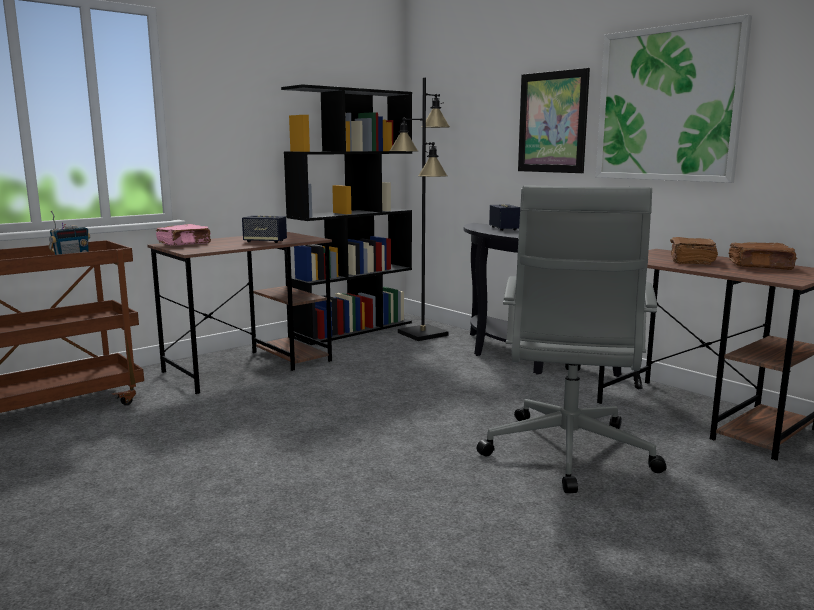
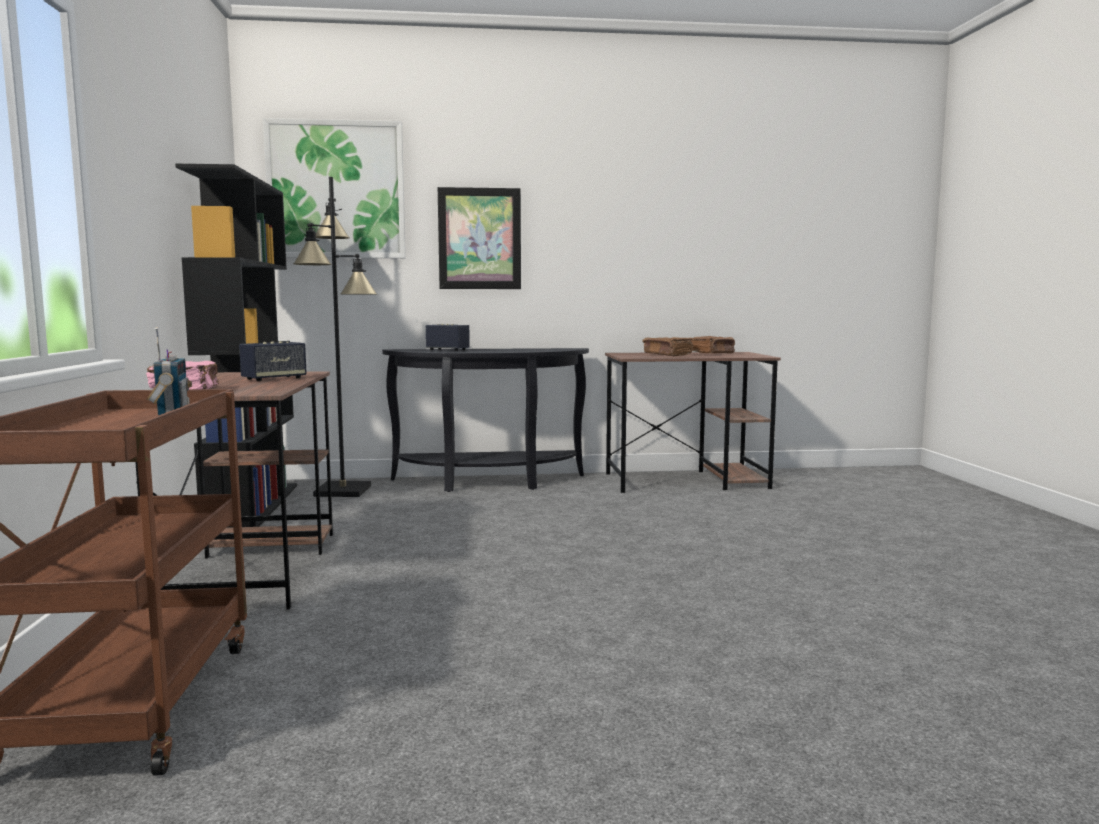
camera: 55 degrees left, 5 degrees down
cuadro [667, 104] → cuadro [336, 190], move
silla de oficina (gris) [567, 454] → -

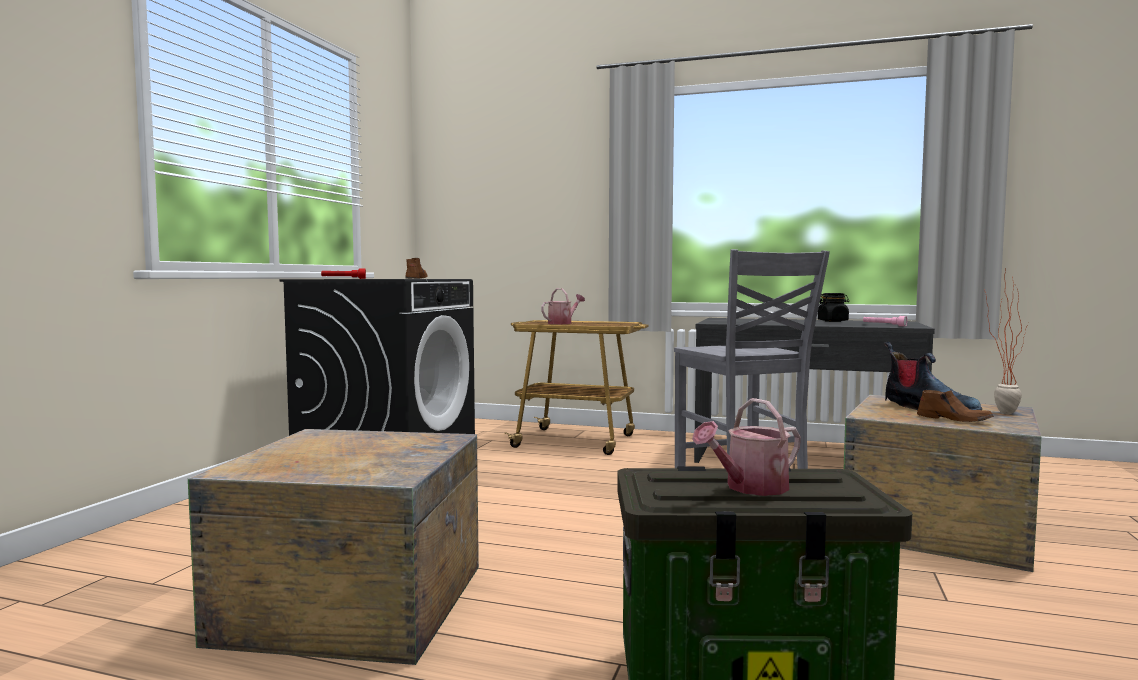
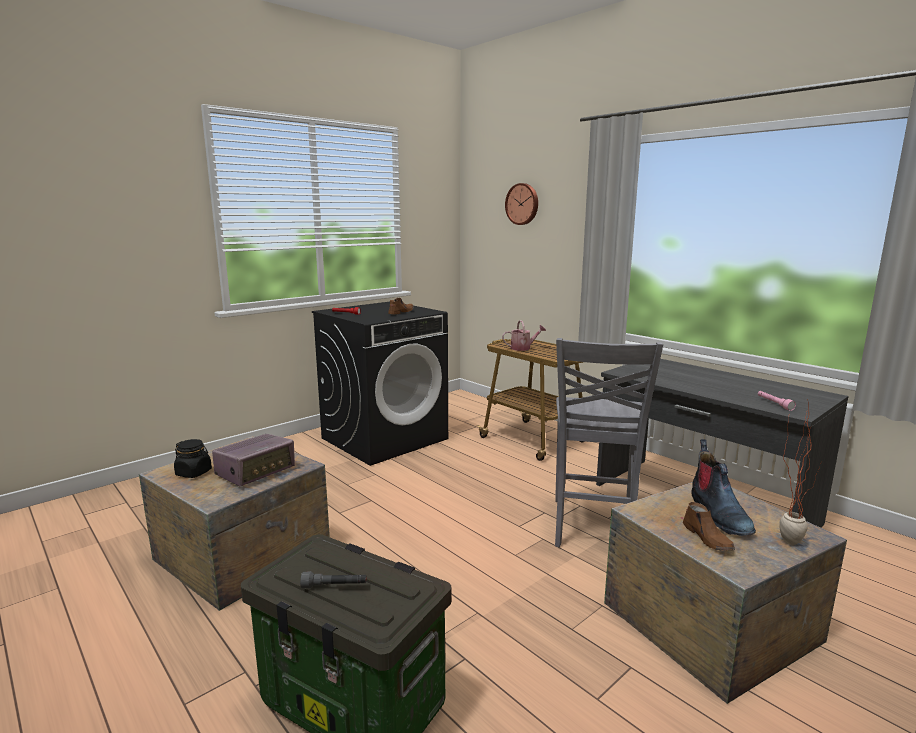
camera: 30 degrees right, 10 degrees up
tarro (negro) [833, 321] → tarro (negro) [194, 473], move
- → radio [256, 472]
regadera [750, 488] → linterna (gris) [334, 586]
- → reloj de pared [522, 204]

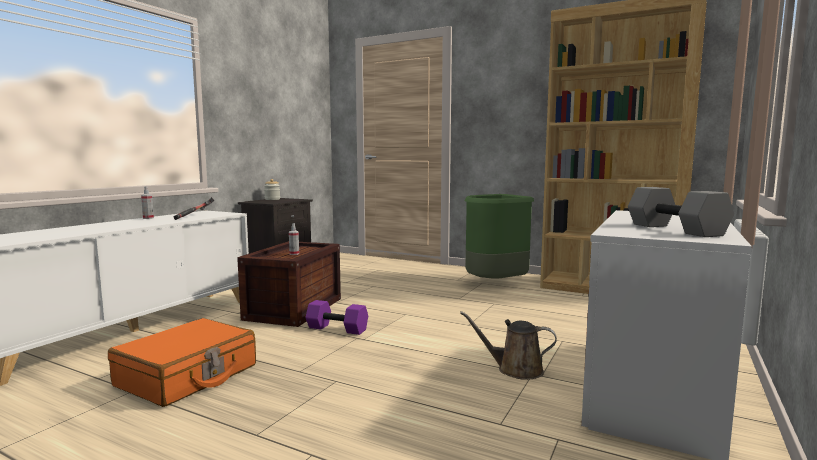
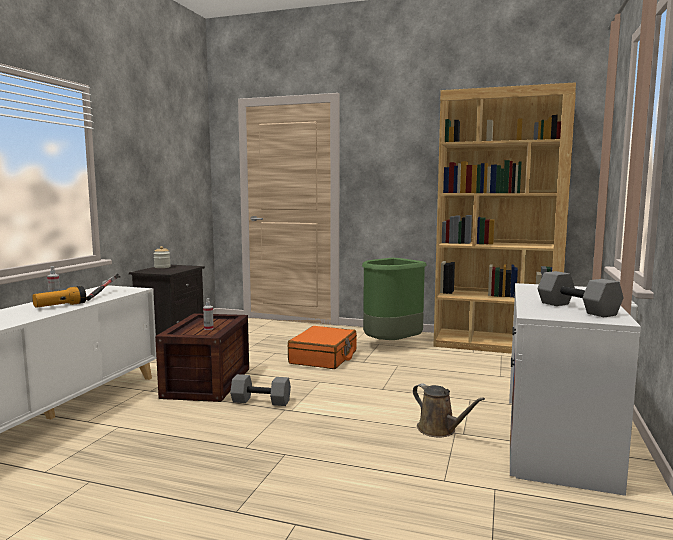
camera: 10 degrees left, 0 degrees up
- → linterna [60, 306]
mancuerna (morado) [338, 328] → mancuerna (gris) [262, 401]
maleta (naranja) [188, 376] → maleta (naranja) [324, 357], move
regadera (marrón) [515, 370] → regadera (marrón) [439, 430], 135 degrees counterclockwise

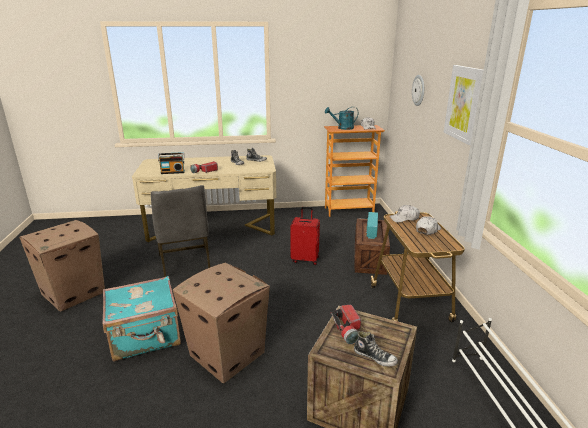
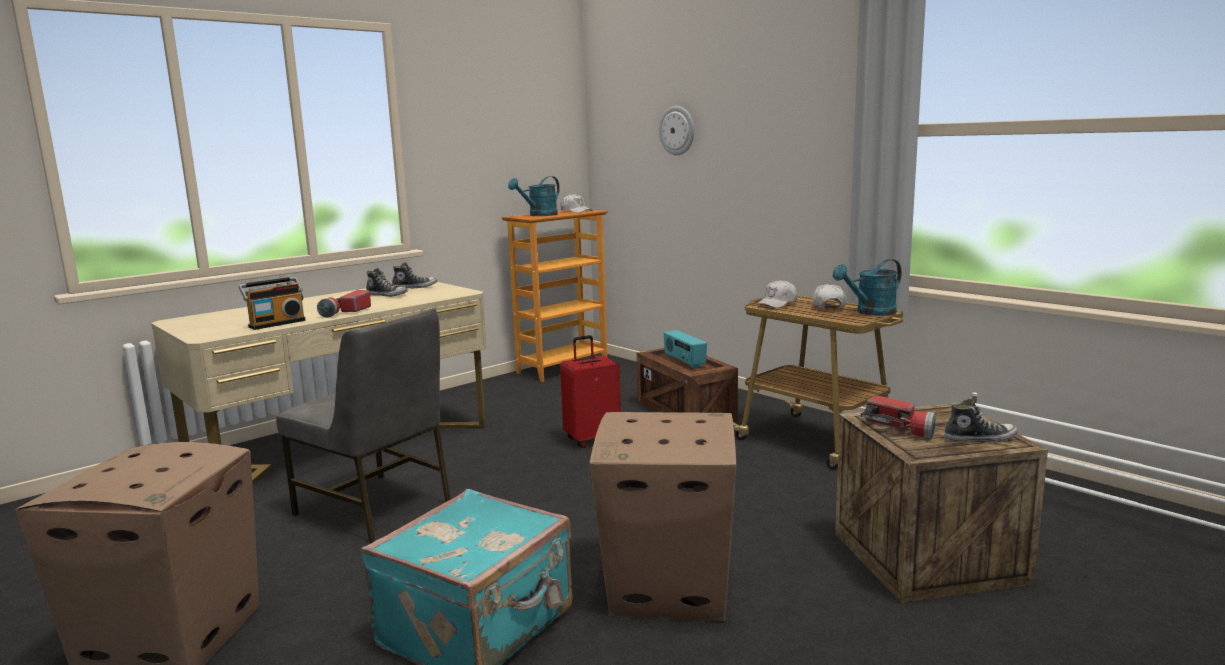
camera: 35 degrees left, 10 degrees down
- → regadera (turquesa) [870, 312]
cuadro [464, 104] → -

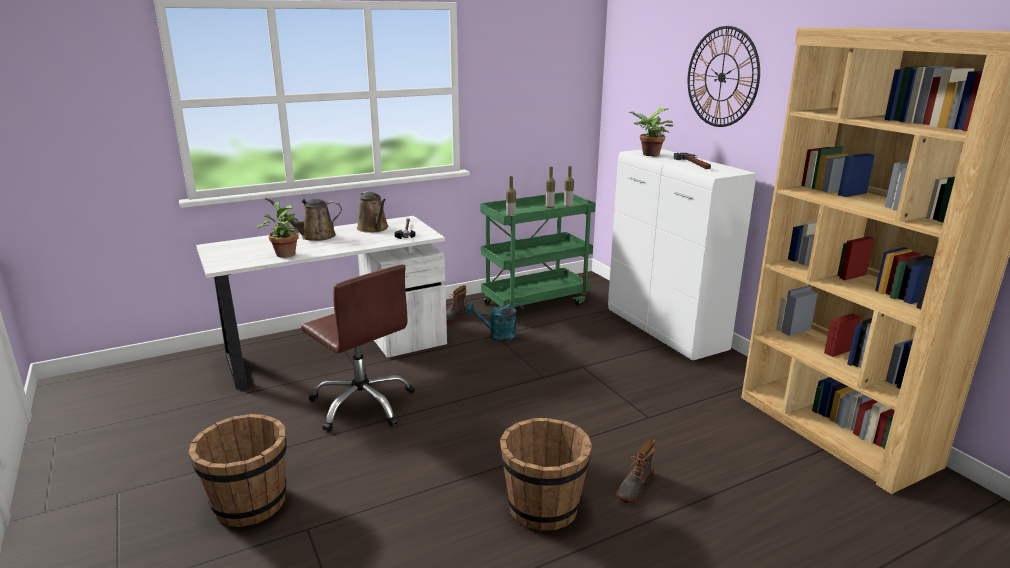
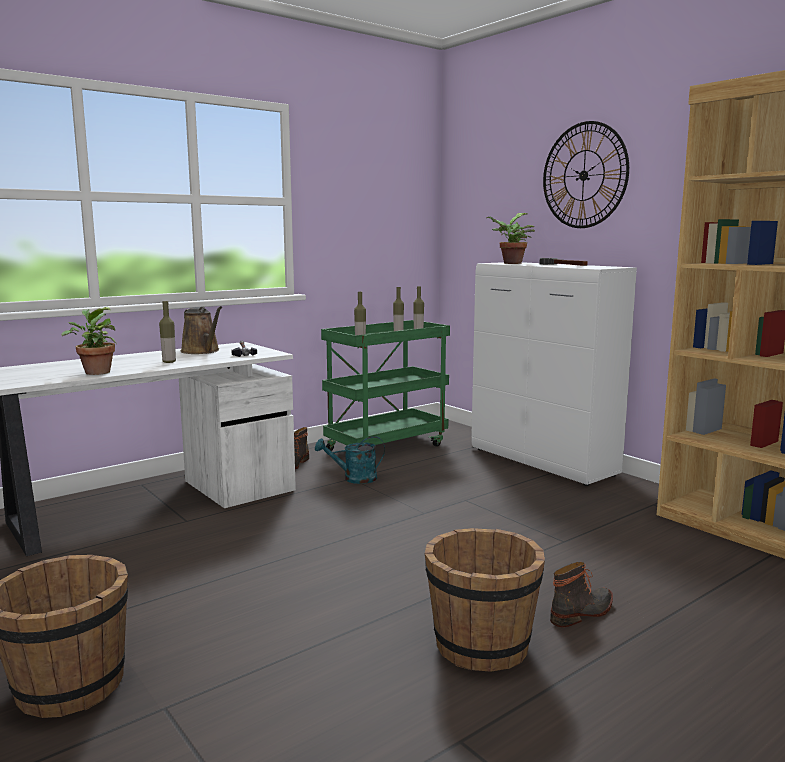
camera: 10 degrees left, 10 degrees down
- → botella [169, 362]
bota [634, 487] → bota [583, 612], 150 degrees counterclockwise
regadera (marrón) [314, 236] → -
silla de oficina (marrón) [362, 404] → -

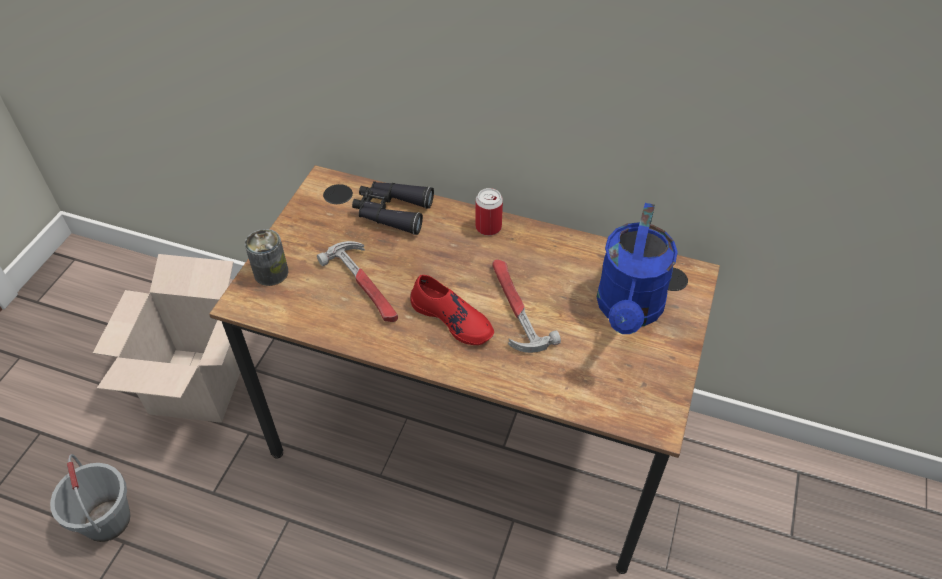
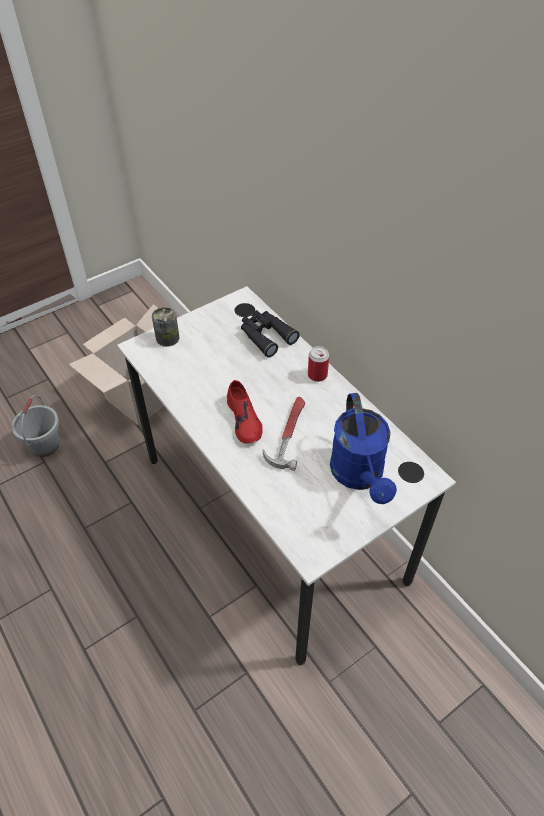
camera: 35 degrees right, 0 degrees up
escritorio (marrón) [471, 435] → escritorio (blanco) [272, 517]
regadera (azul) [628, 311] → regadera (azul) [360, 476], 60 degrees counterclockwise
martillo [365, 285] → -

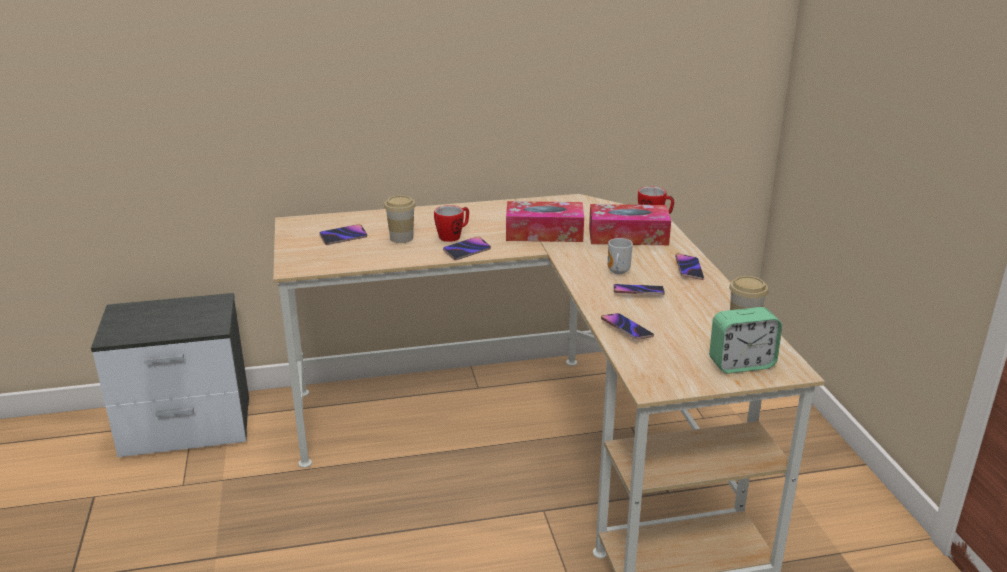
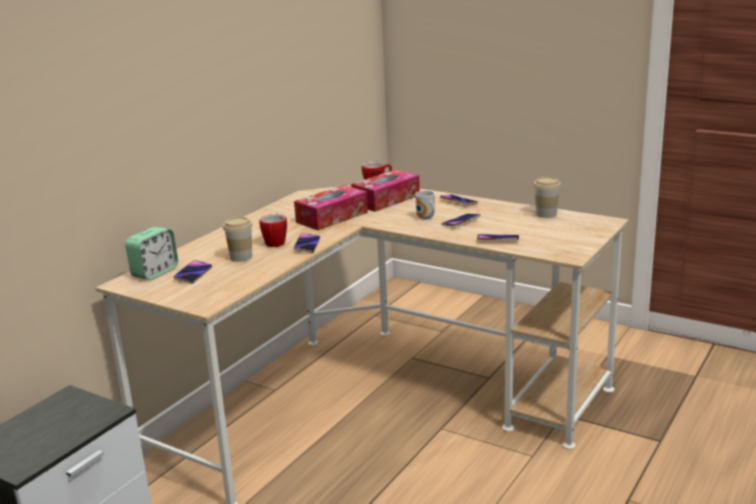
camera: 45 degrees left, 5 degrees down
despertador [741, 364] → despertador [155, 272], move

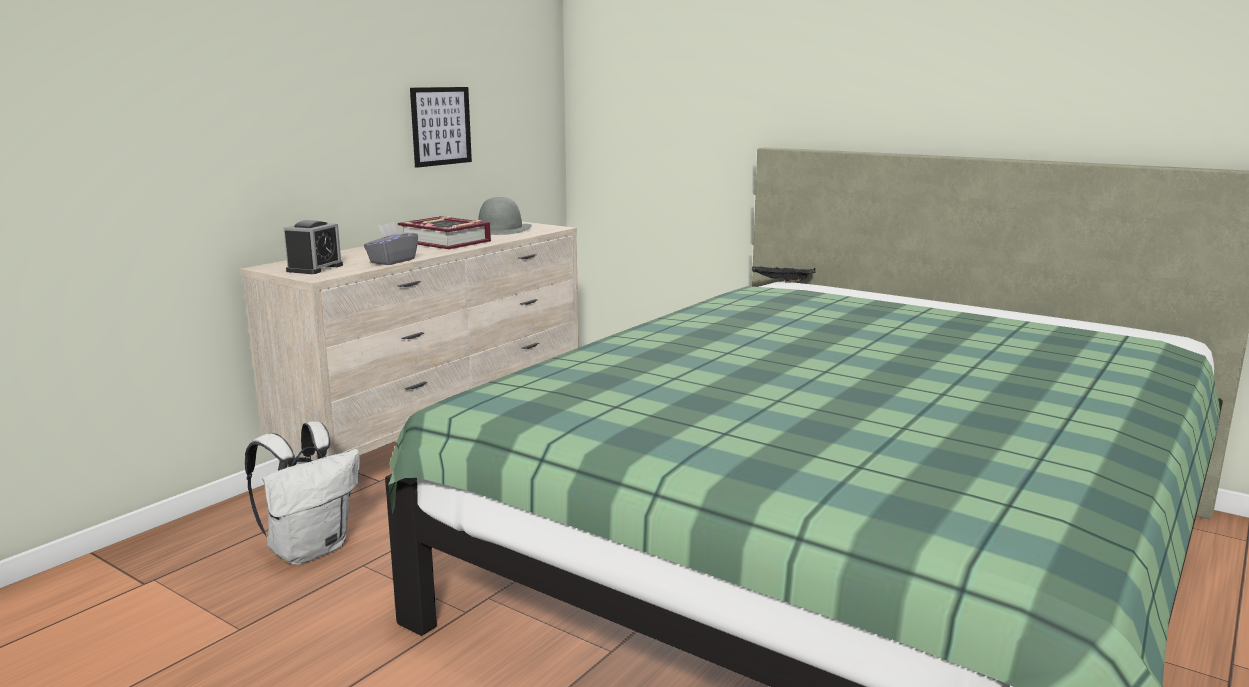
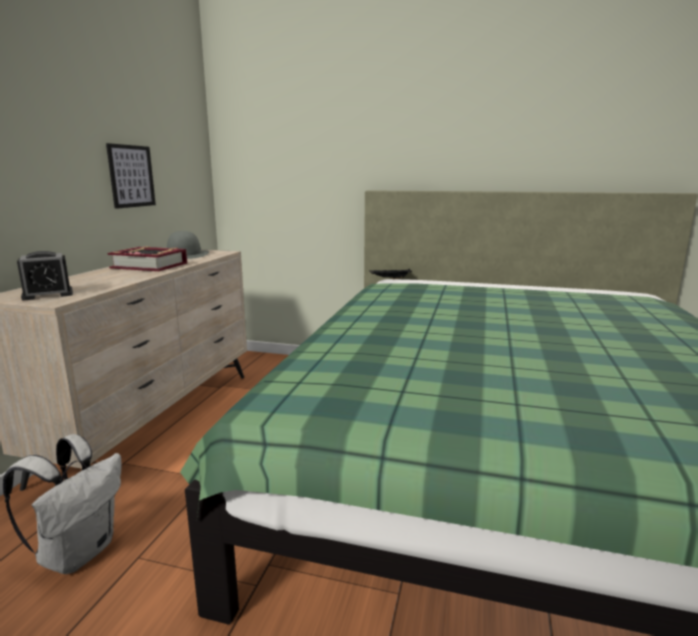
camera: 20 degrees left, 0 degrees up
despertador [315, 268] → despertador [48, 294], 60 degrees clockwise
caja de pañuelos (gris) [392, 261] → -

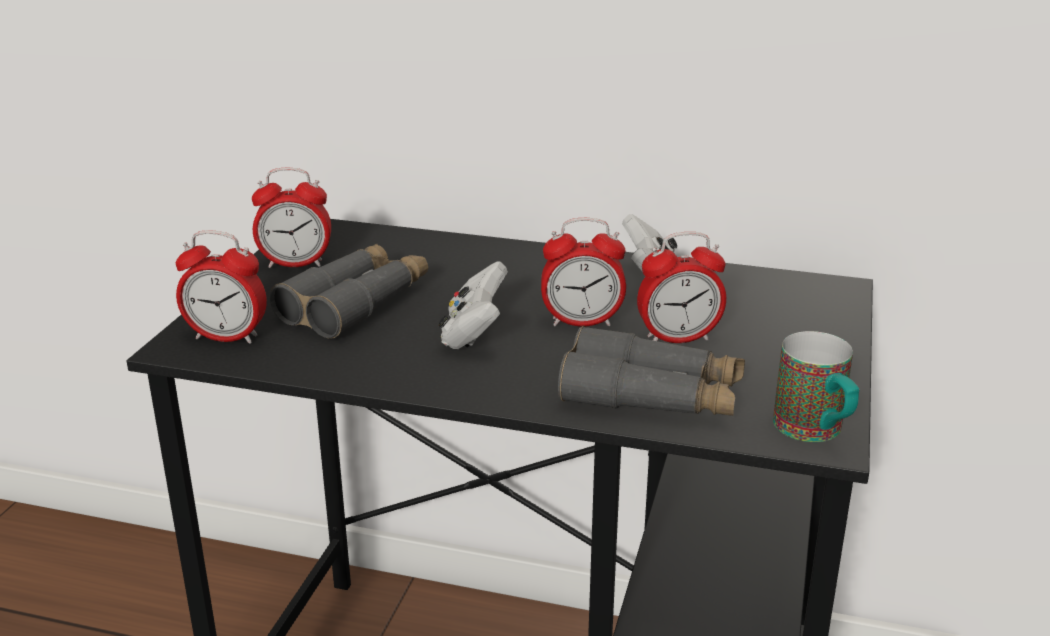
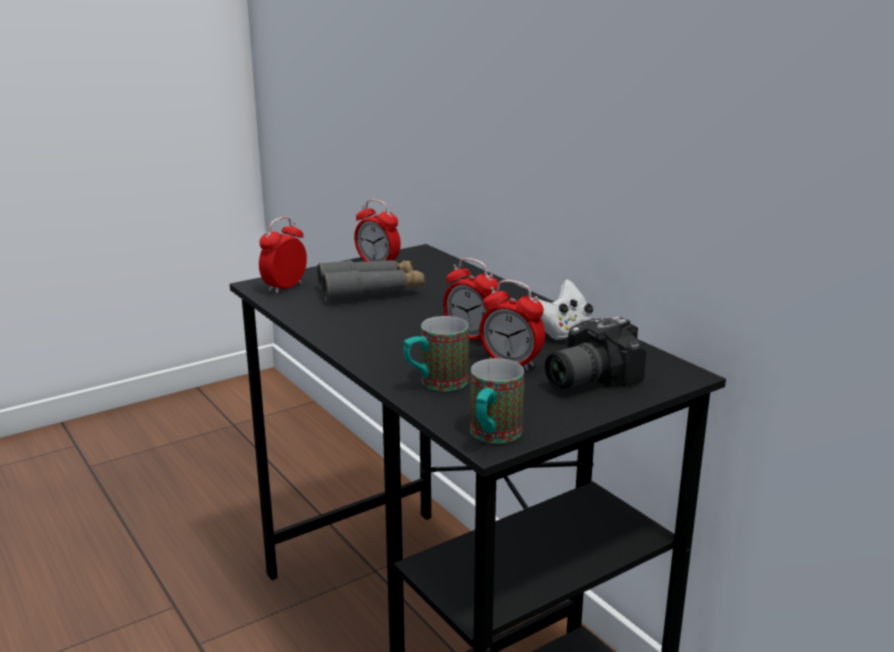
camera: 40 degrees right, 5 degrees down
despertador [227, 337] → despertador [285, 287], 75 degrees clockwise
prismáticos (gris) [652, 396] → taza grande [435, 384]
- → cámara [584, 378]
mando de consola (blanco) [474, 334] → -

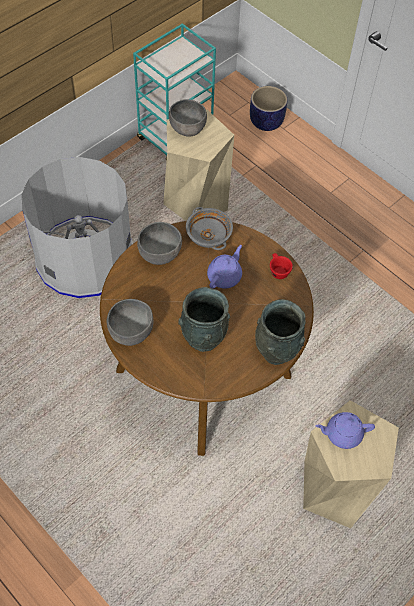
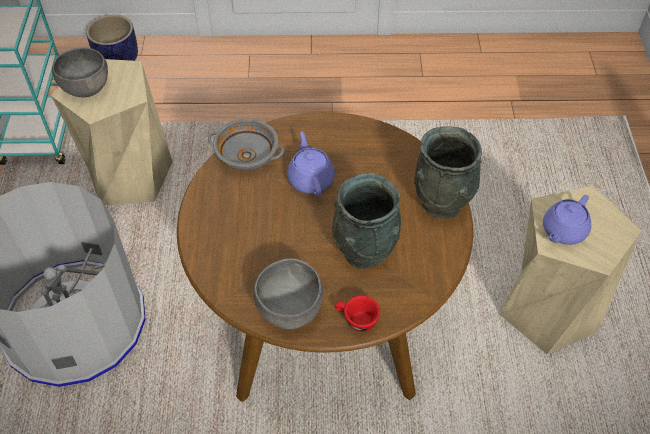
camera: 45 degrees left, 5 degrees down
taza (rojo) [278, 270] → taza (rojo) [356, 320], move
cuenco (gris) [160, 255] → -

